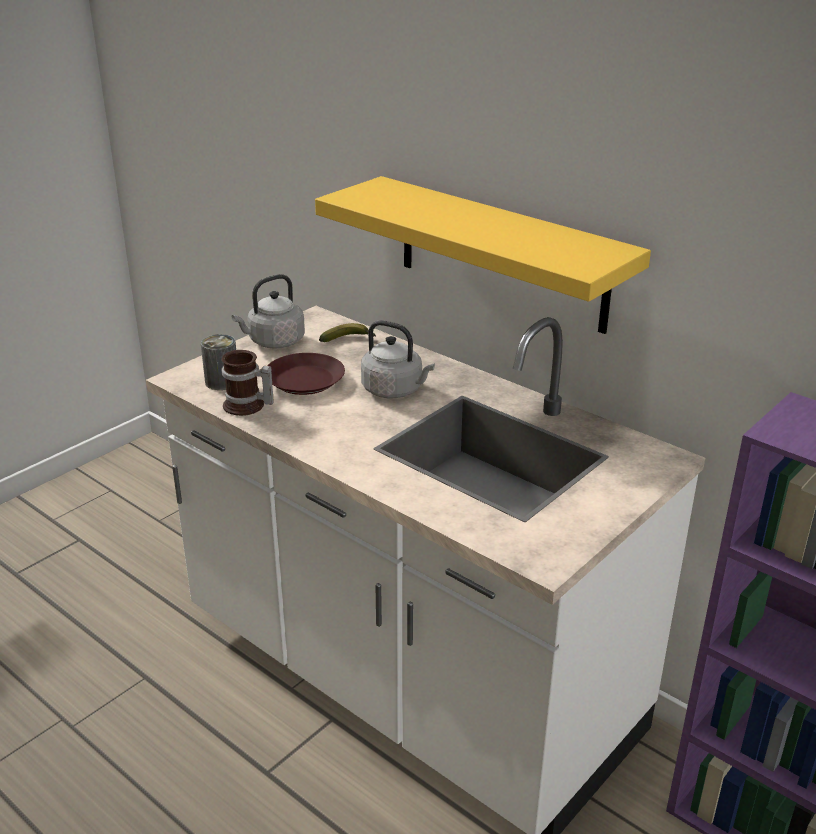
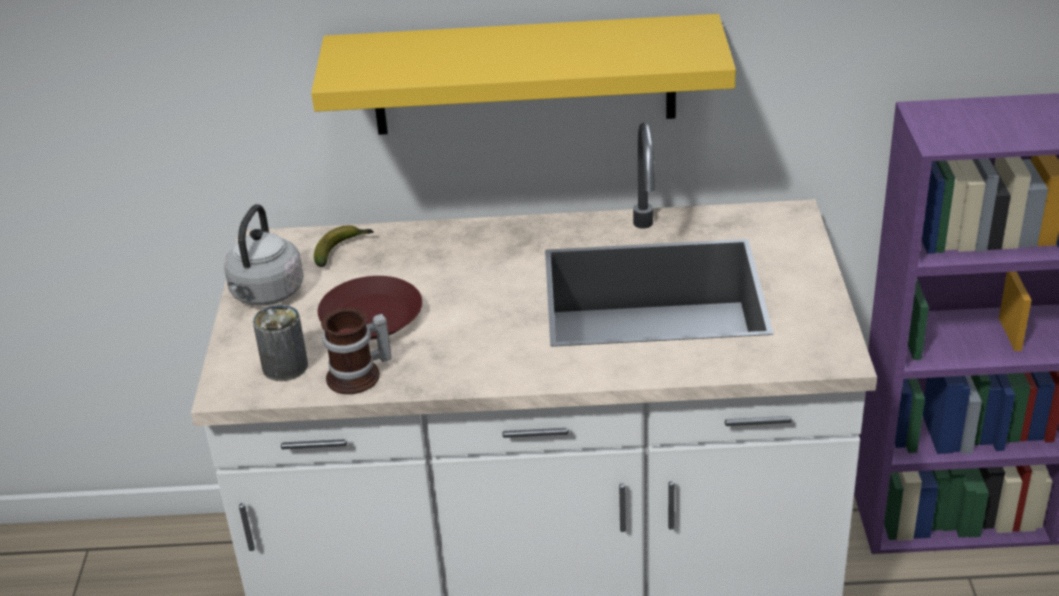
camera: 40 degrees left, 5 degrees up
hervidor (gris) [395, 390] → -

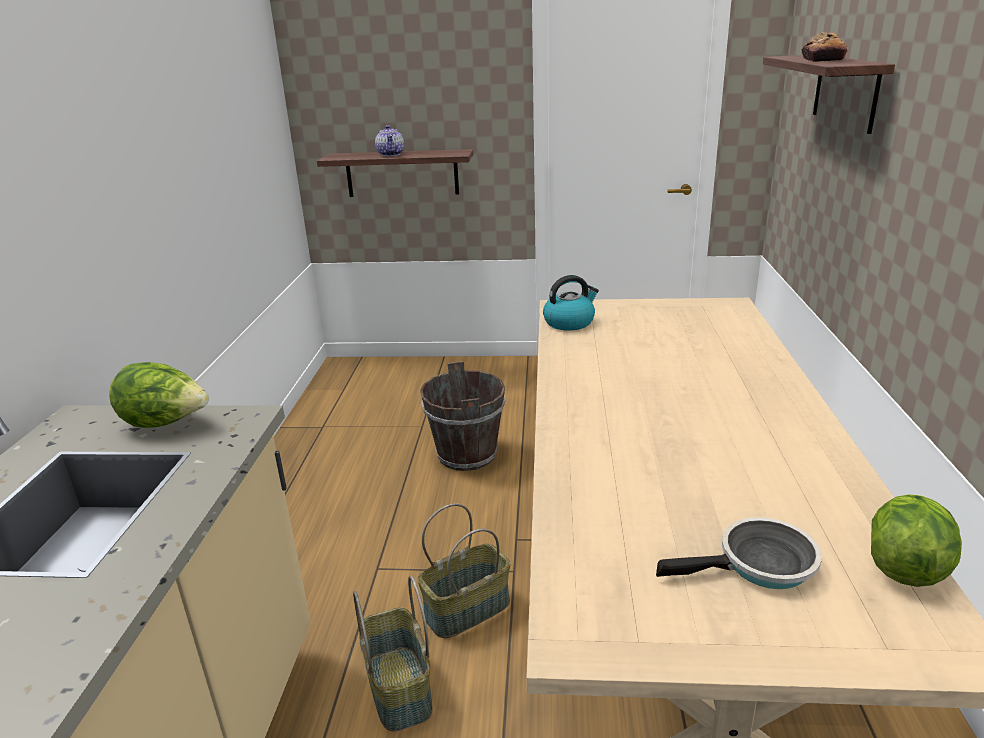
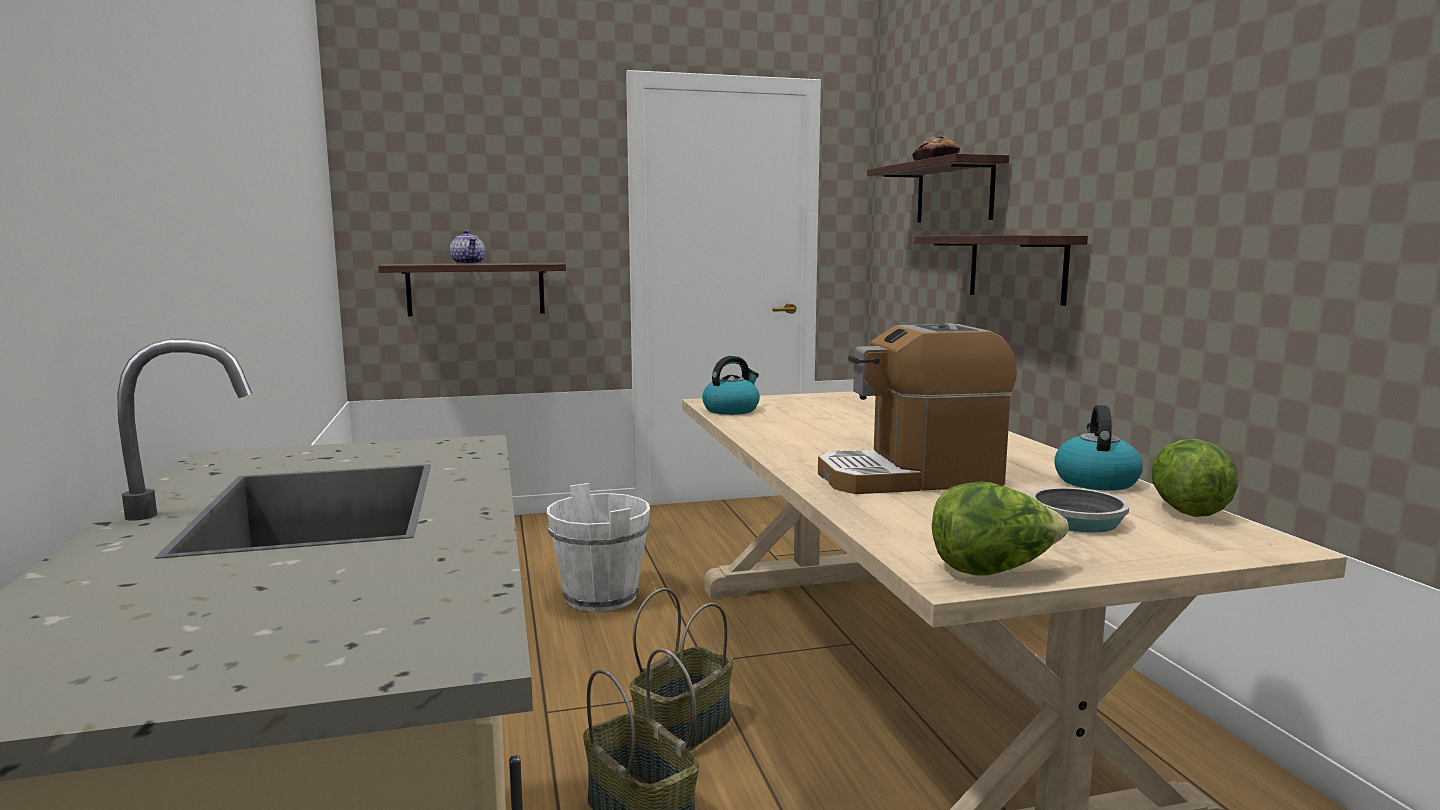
camera: 20 degrees left, 15 degrees down
cubo (marrón) [466, 455] → cubo (blanco) [600, 597]
- → cafetera [910, 477]
- → estante [1016, 267]
lechuga [166, 423] → lechuga [993, 570], move
- → hervidor [1095, 481]

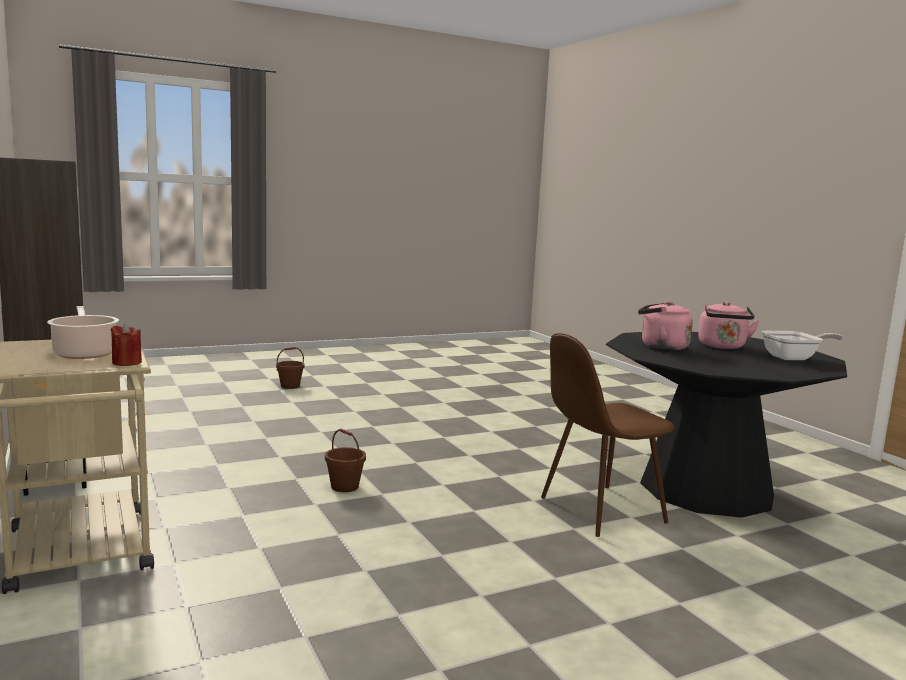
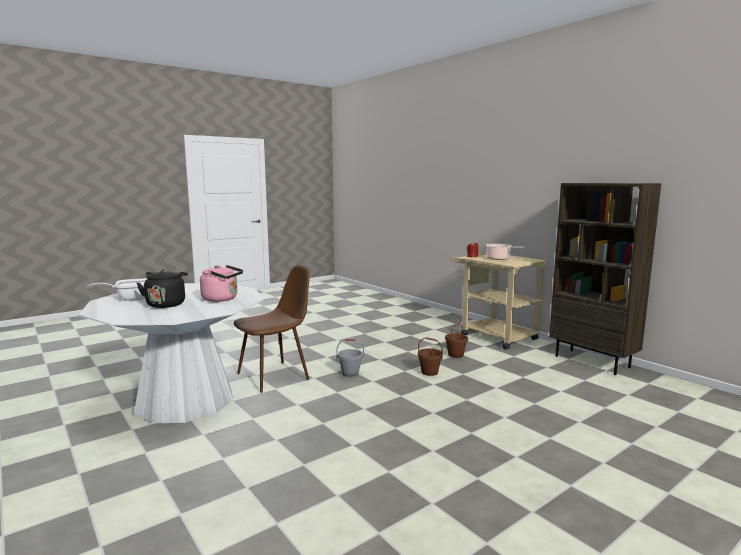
camera: 170 degrees right, 0 degrees up
mesa de comedor (negro) [706, 489] → mesa de comedor (blanco) [185, 400]
hervidor (rosa) [722, 347] → hervidor (negro) [166, 304]
- → cubo (gris) [350, 373]
cubo (marrón) [290, 386] → cubo (marrón) [456, 355], move

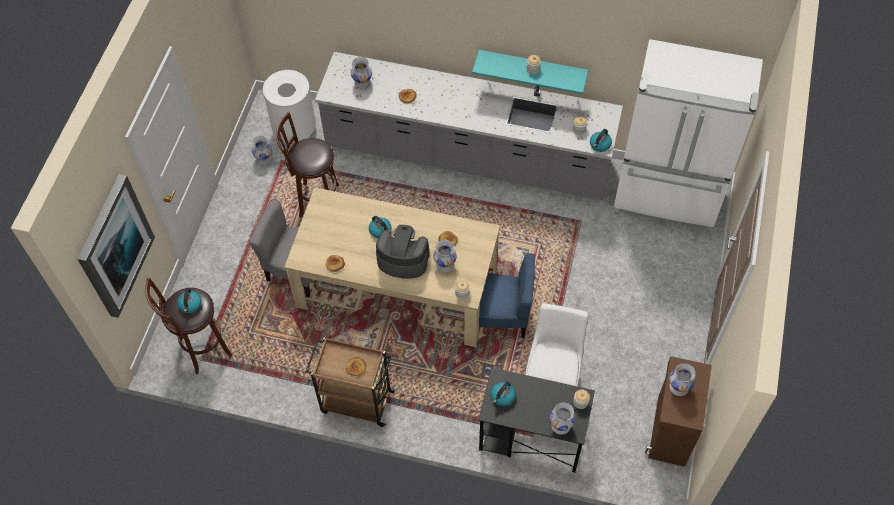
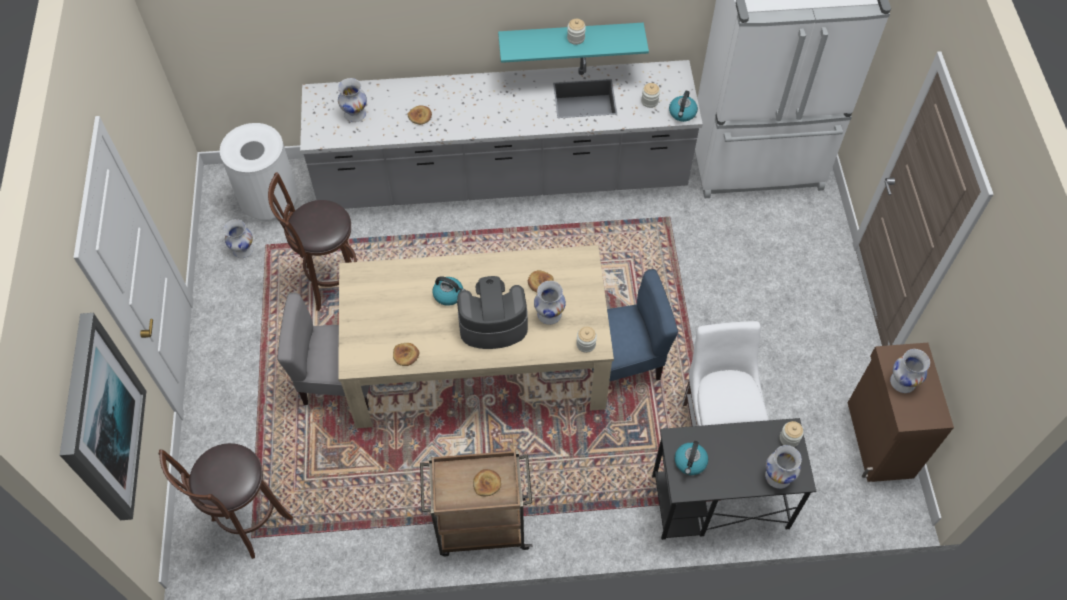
camera: 20 degrees left, 0 degrees up
hervidor [190, 305] → -

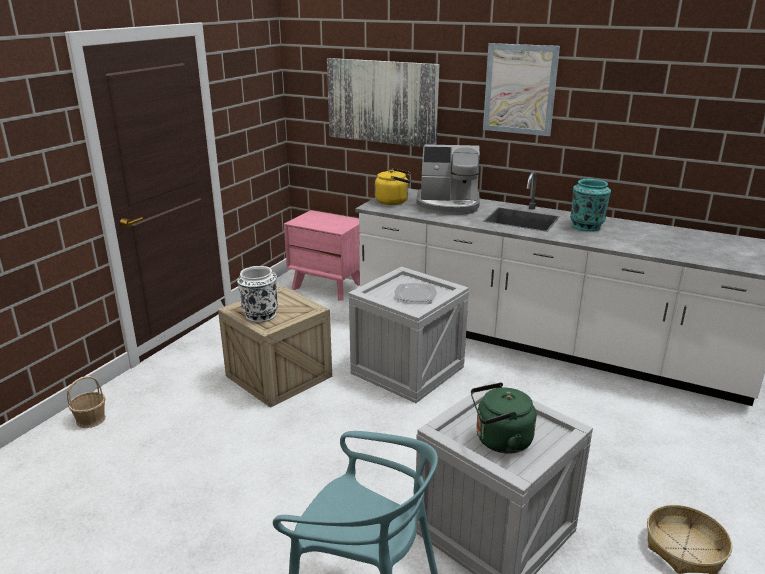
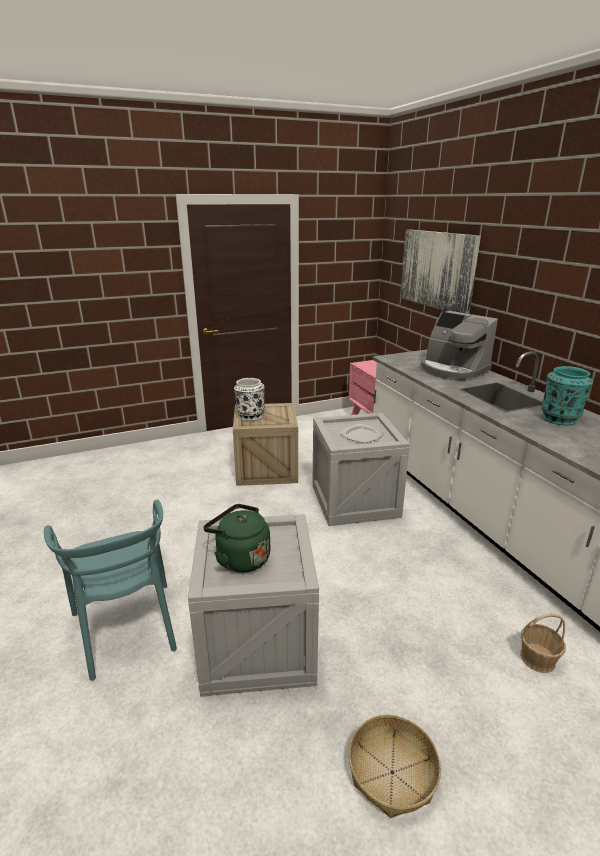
camera: 40 degrees right, 0 degrees up
cesta [91, 419] → cesta [538, 659], move
hervidor (amarillo) [394, 201] → -
cuadro [520, 89] → -

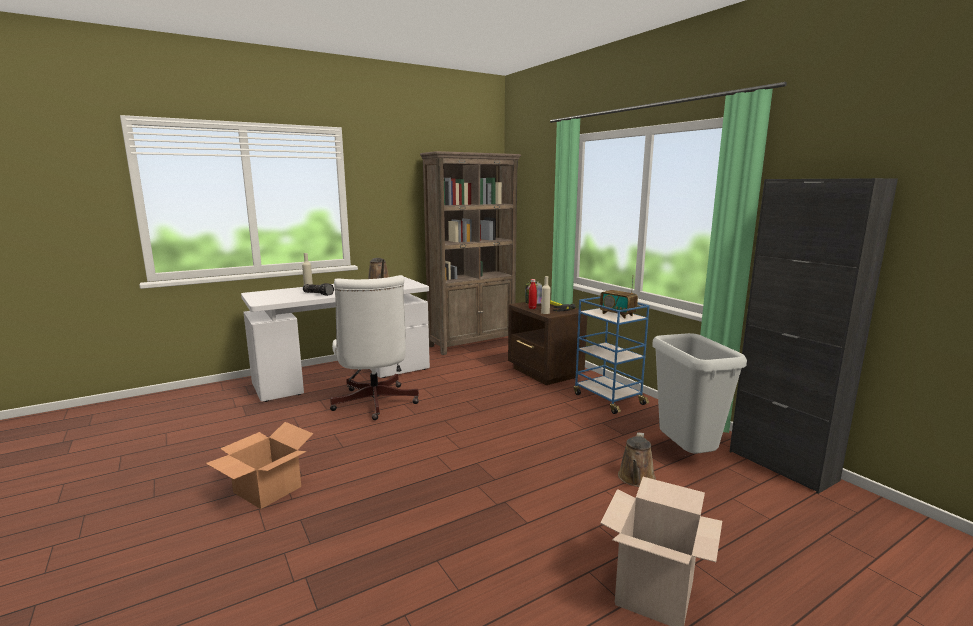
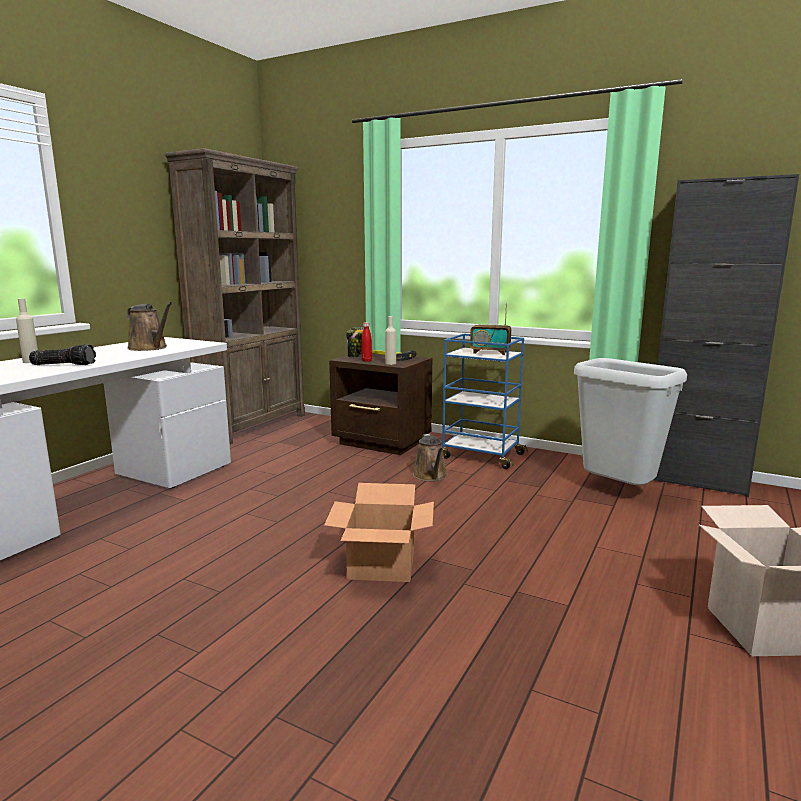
camera: 30 degrees left, 0 degrees up
caja de cartón [268, 489] → caja de cartón [383, 565], move
regadera (marrón) [636, 479] → regadera (marrón) [431, 476], move
silla de oficina (blanco) [374, 404] → -

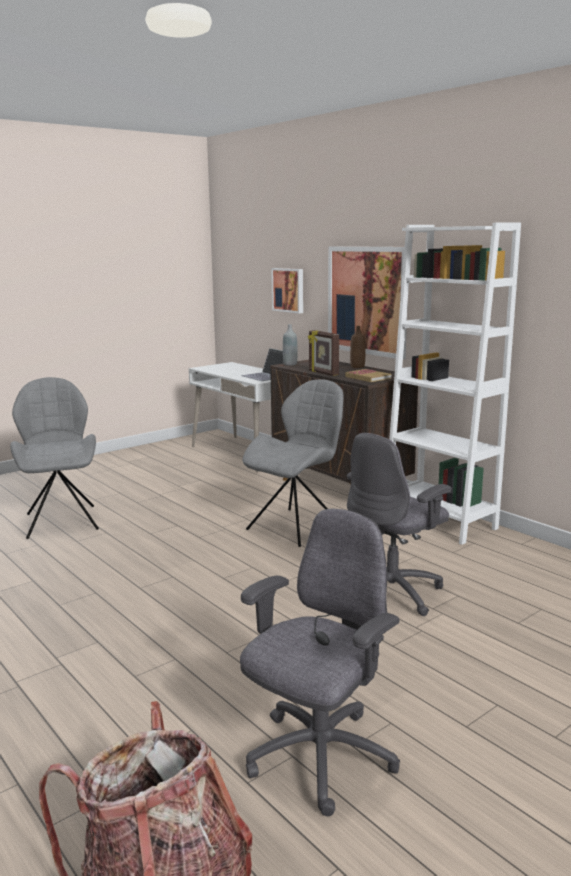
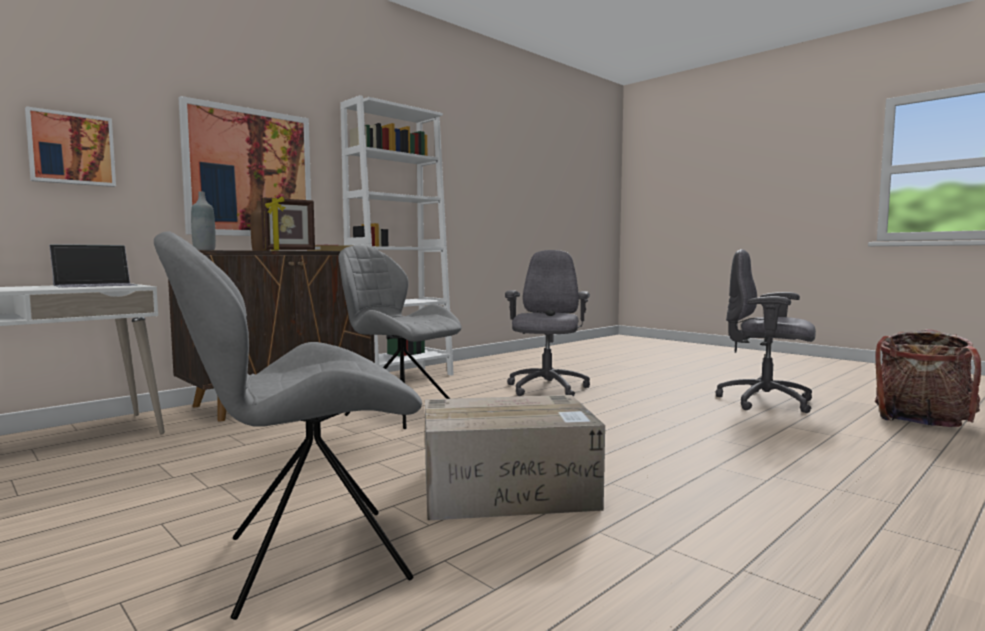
camera: 95 degrees left, 10 degrees down
- → caja de cartón [509, 489]
silla de oficina (gris) [392, 592] → silla de oficina (gris) [546, 389], 120 degrees counterclockwise

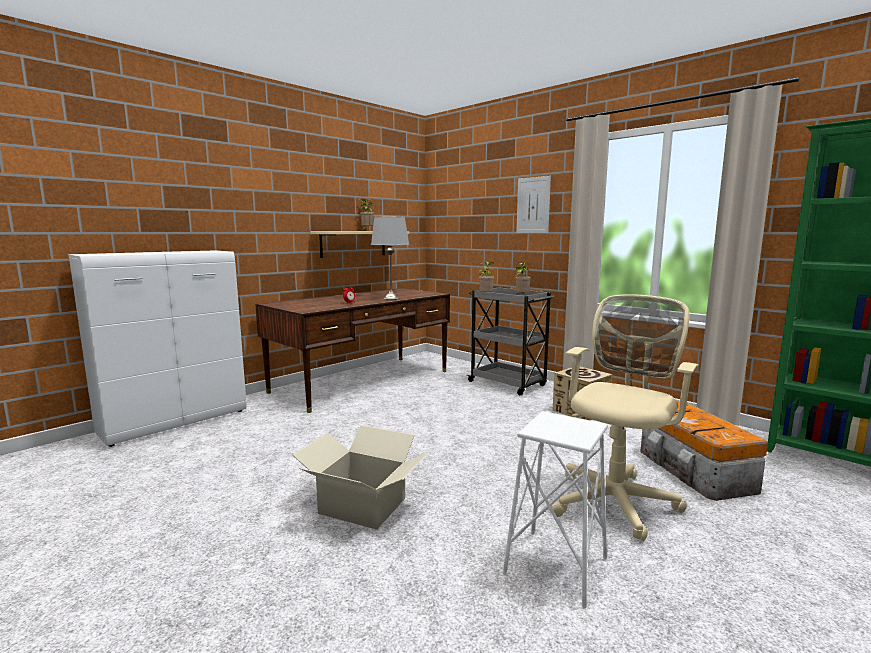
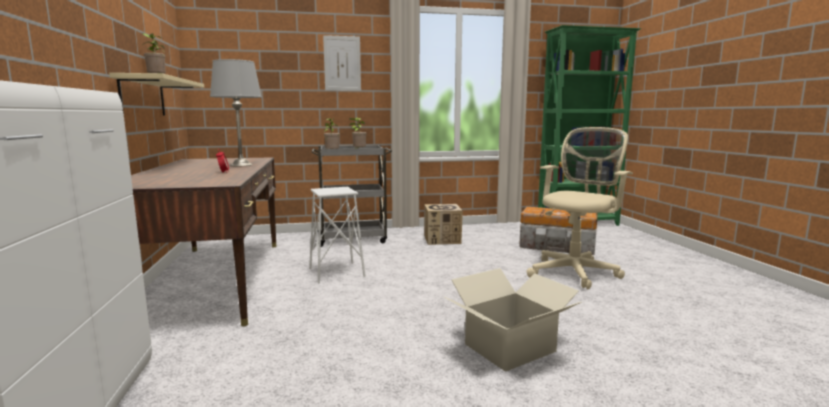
camera: 55 degrees left, 0 degrees up
taburete (blanco) [555, 566] → taburete (blanco) [336, 272], move
silla de oficina (beis) [616, 500] → silla de oficina (beis) [575, 272], 60 degrees clockwise

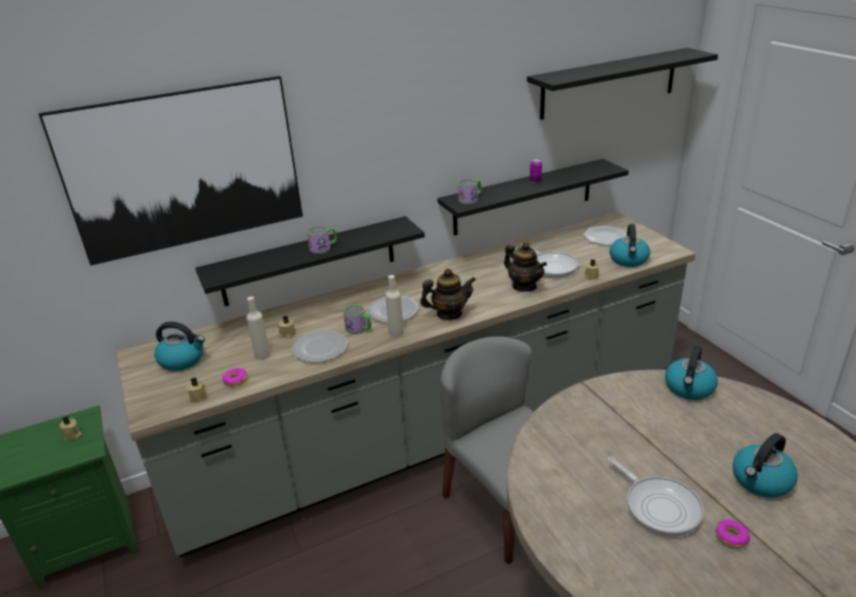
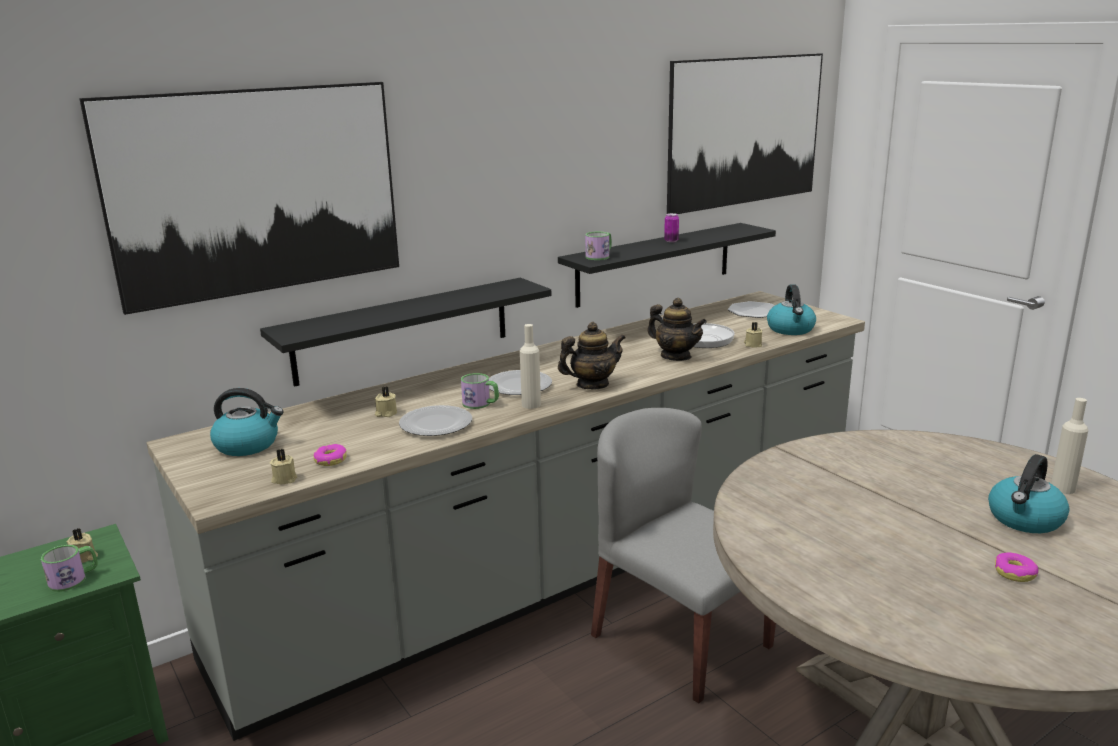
camera: 10 degrees left, 10 degrees down
taza grande [324, 248] → taza grande [74, 579], move
estante (negro) [609, 83] → cuadro [745, 131]
botella (beis) [262, 355] → botella (beis) [1063, 488], move
sartén [659, 506] → -
hervidor [689, 388] → -

